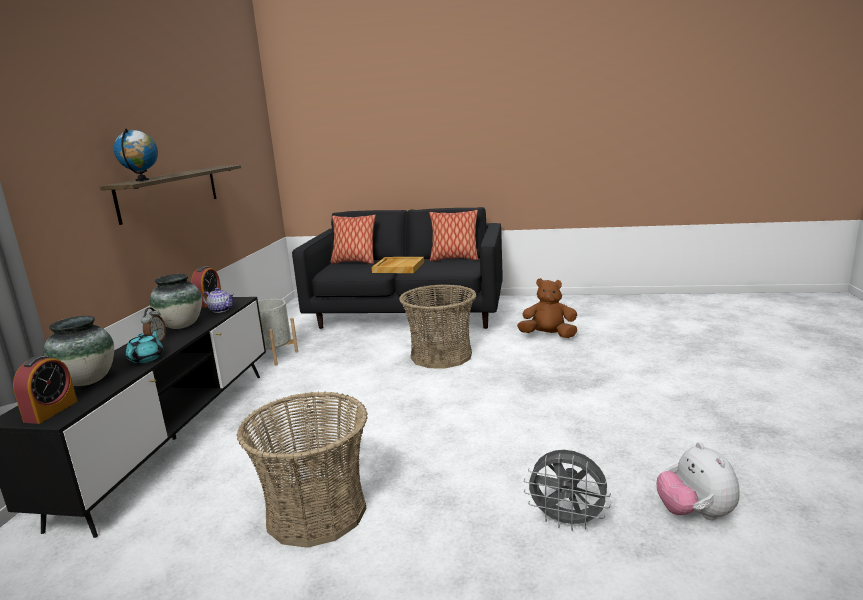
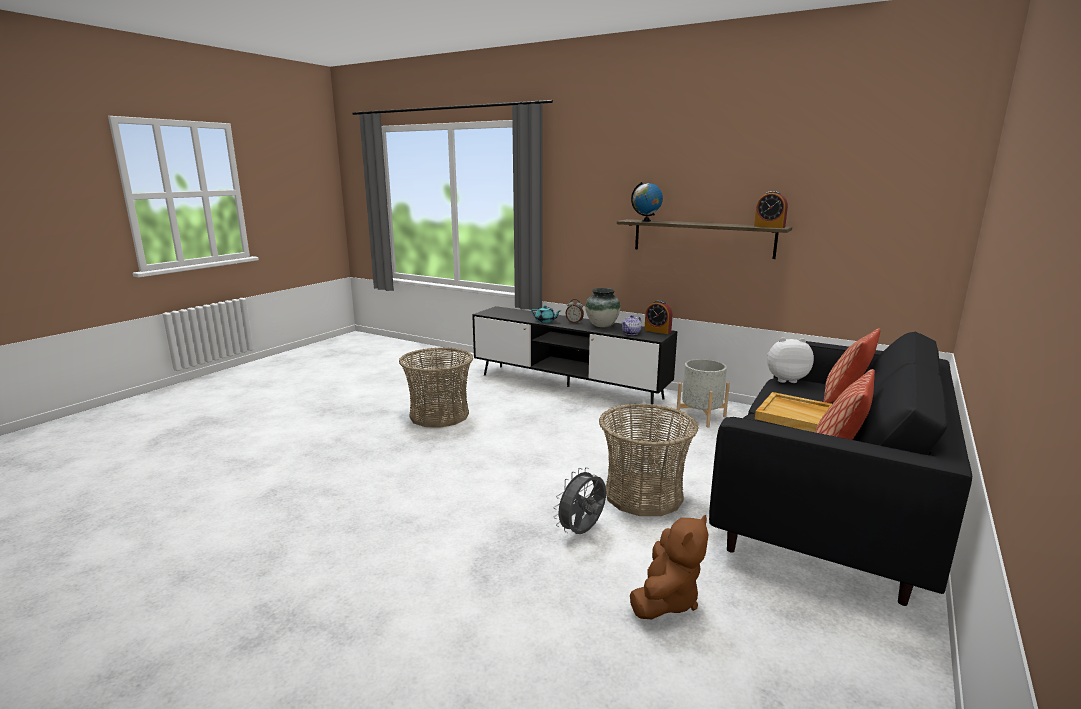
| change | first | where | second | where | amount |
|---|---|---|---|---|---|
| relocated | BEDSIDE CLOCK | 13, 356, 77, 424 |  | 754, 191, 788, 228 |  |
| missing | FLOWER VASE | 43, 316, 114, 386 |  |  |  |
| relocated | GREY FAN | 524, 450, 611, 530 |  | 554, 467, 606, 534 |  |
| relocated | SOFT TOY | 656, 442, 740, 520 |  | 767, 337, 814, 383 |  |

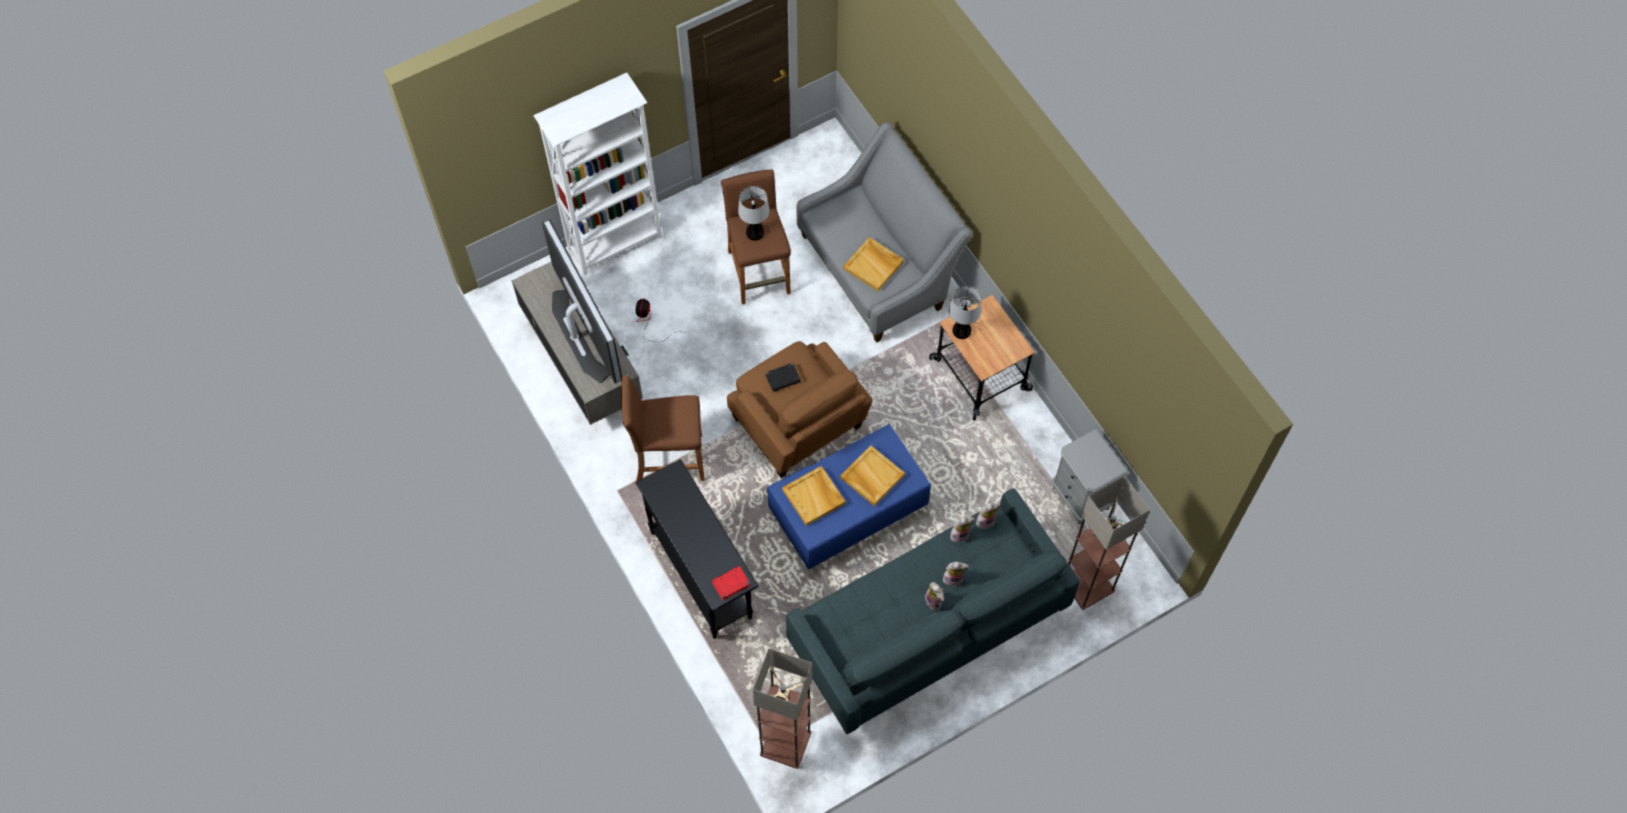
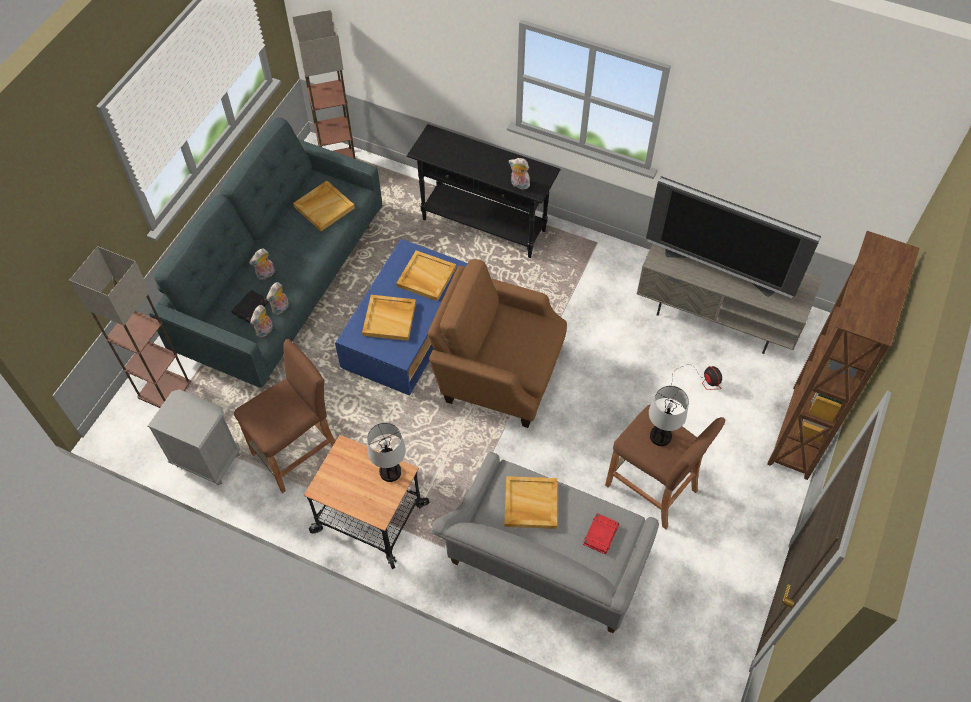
| change | first | where | second | where | amount |
|---|---|---|---|---|---|
| colour | WHITE BOOKSHELF | 533, 73, 662, 275 | BROWNISH BOOKSHELF | 767, 231, 920, 480 |  |
| relocated | BROWNISH SITTING STOOL | 621, 375, 705, 482 |  | 234, 339, 336, 493 |  |
| relocated | REDDISH BOOK | 711, 566, 751, 601 |  | 583, 513, 620, 554 |  |
| relocated | BLACKISH BOOK | 766, 363, 801, 392 |  | 231, 290, 268, 323 |  |
| relocated | SOFT TOY | 925, 582, 944, 610 |  | 509, 158, 530, 189 |  |
| appeared |  |  | BEIGE TRAY | 293, 181, 355, 231 |  |

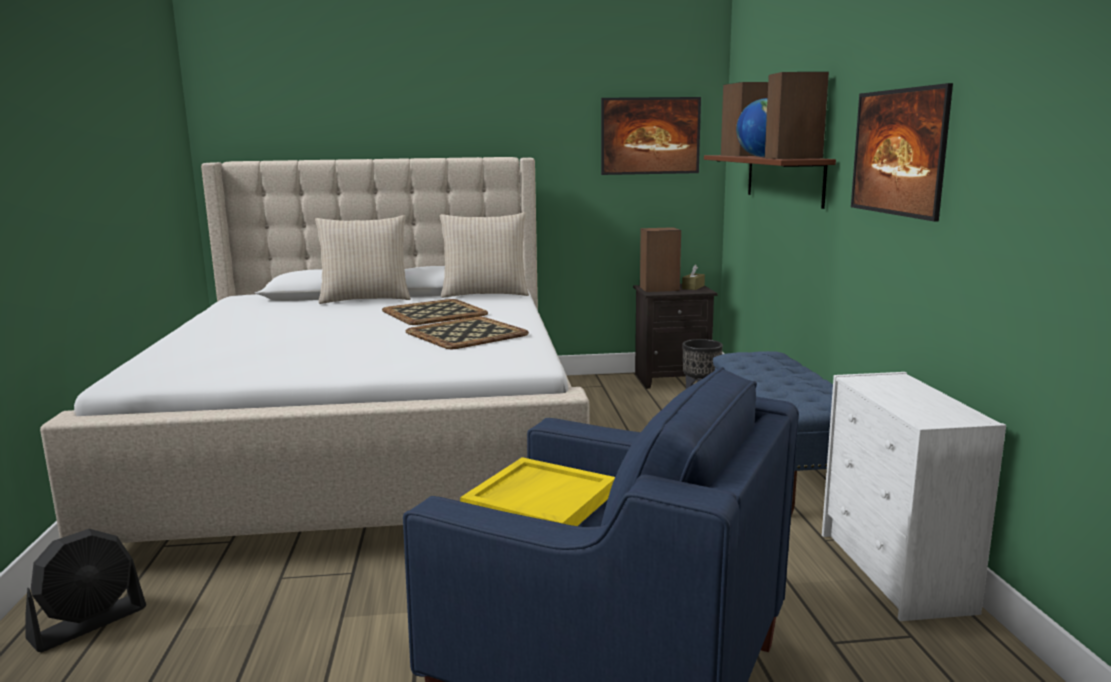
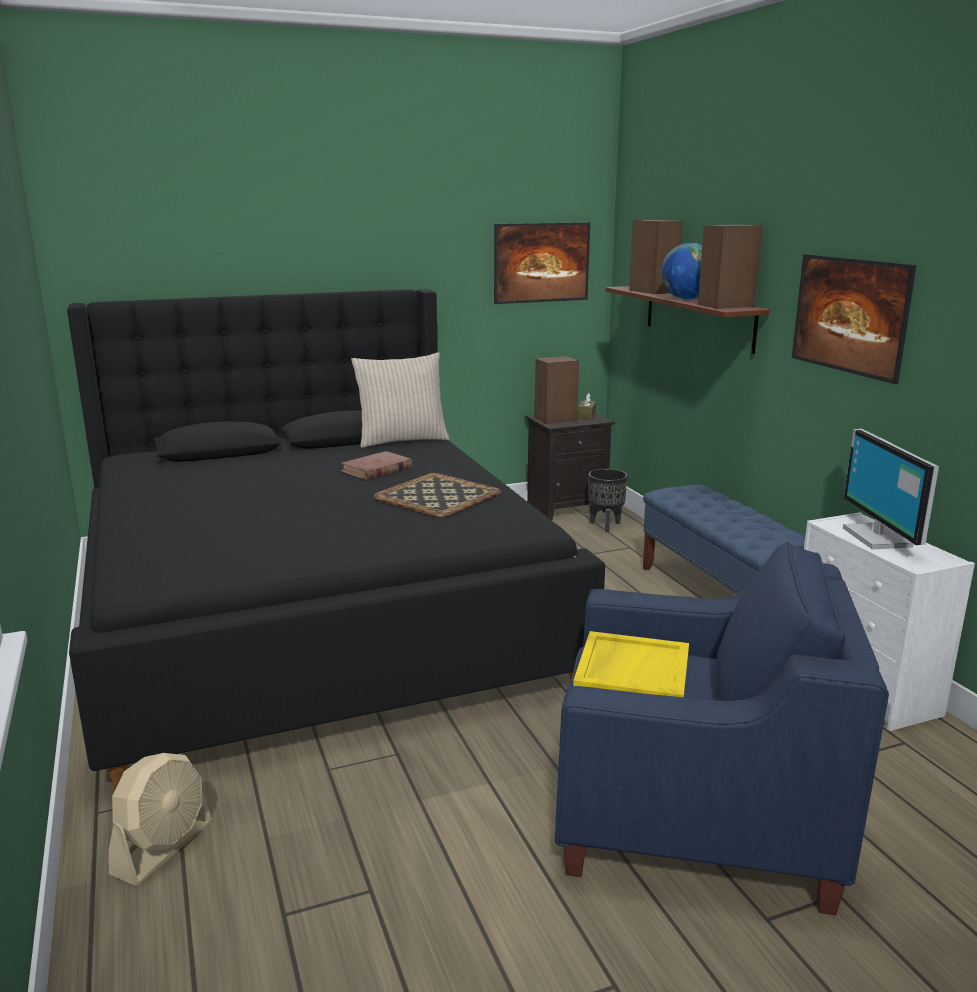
| change | first | where | second | where | amount |
|---|---|---|---|---|---|
| colour | BLACKISH FAN | 25, 529, 146, 652 | BEIGE FAN | 108, 753, 212, 886 |  |
| colour | BEIGE BEDROOM BED | 40, 157, 589, 543 | BLACKISH BEDROOM BED | 67, 289, 605, 789 |  |
| missing | BEIGE THROW PILLOW | 315, 215, 411, 304 |  |  |  |
| exchanged | TRAY | 382, 299, 488, 325 | BROWNISH BOOK | 341, 451, 412, 480 |  |
| appeared |  |  | COMPUTER SCREEN | 843, 429, 939, 549 |  |

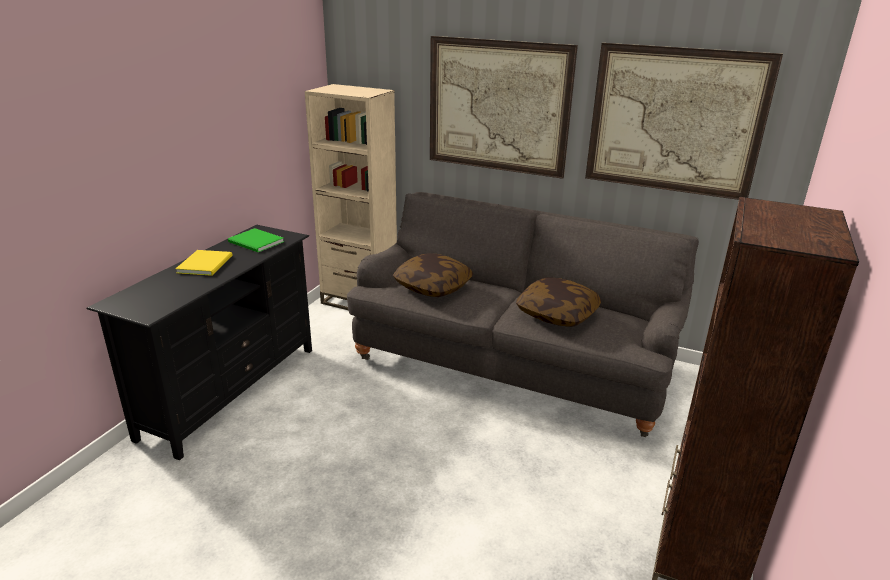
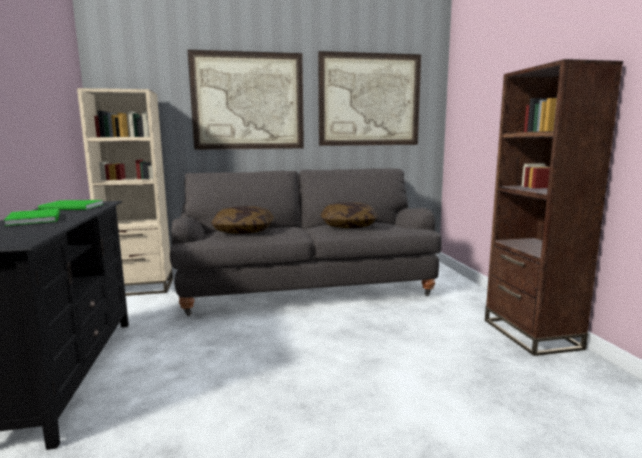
| change | first | where | second | where | amount |
|---|---|---|---|---|---|
| colour | YELLOW BOOK | 176, 250, 233, 276 | GREEN BOOK | 4, 209, 60, 226 |  |

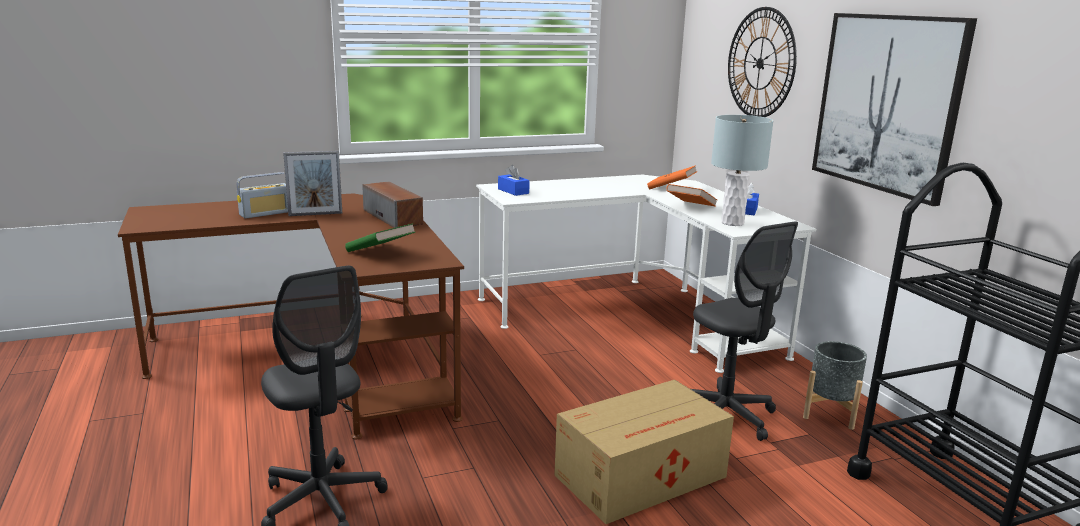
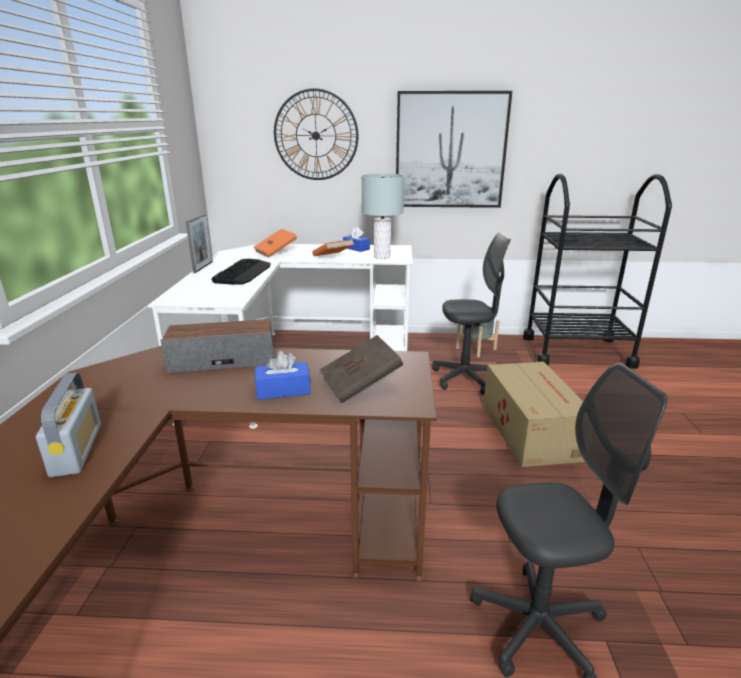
| change | first | where | second | where | amount |
|---|---|---|---|---|---|
| relocated | PHOTO FRAME | 283, 151, 342, 216 |  | 186, 213, 213, 273 |  |
| colour | GREEN BOOK | 345, 223, 415, 252 | BROWNISH BOOK | 320, 335, 403, 403 |  |
| relocated | BLUISH TISSUE HOLDER | 498, 165, 530, 196 |  | 255, 351, 311, 400 |  |
| appeared |  |  | KEYBOARD | 212, 258, 271, 285 |  |

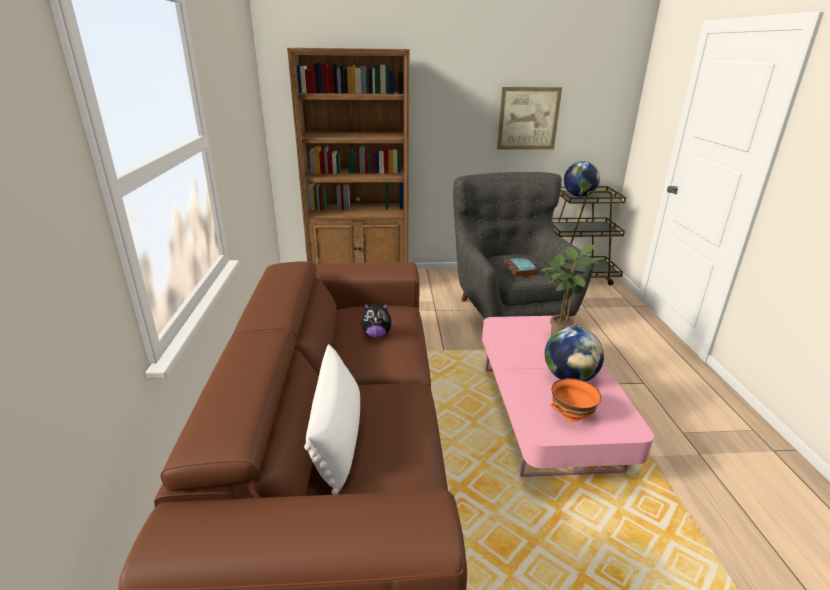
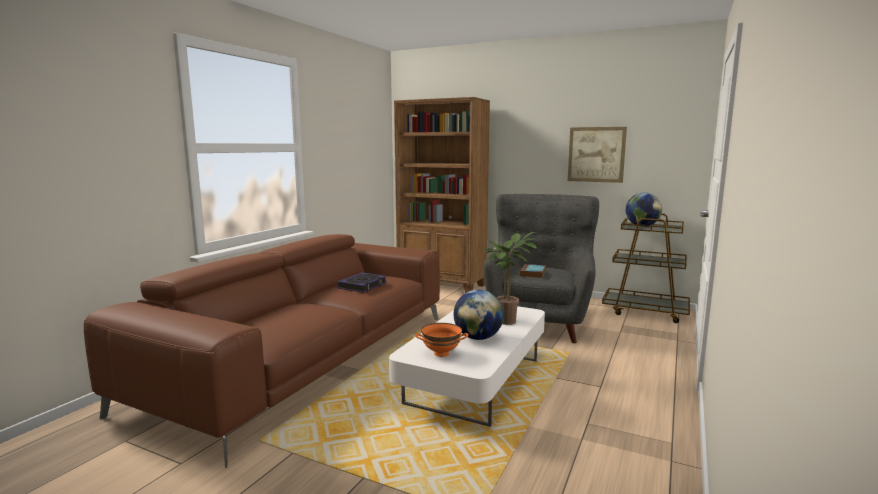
| change | first | where | second | where | amount |
|---|---|---|---|---|---|
| missing | WHITE THROW PILLOW | 304, 344, 360, 495 |  |  |  |
| exchanged | SOFT TOY | 361, 303, 394, 338 | BOOK | 337, 272, 387, 293 |  |
| colour | PINK COFFEE TABLE | 482, 316, 654, 477 | WHITE COFFEE TABLE | 389, 306, 545, 427 |  |

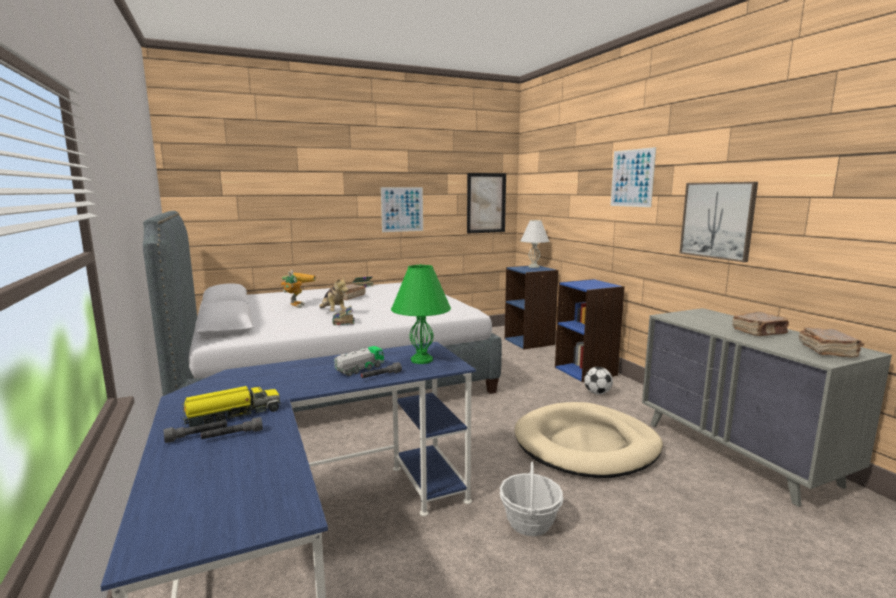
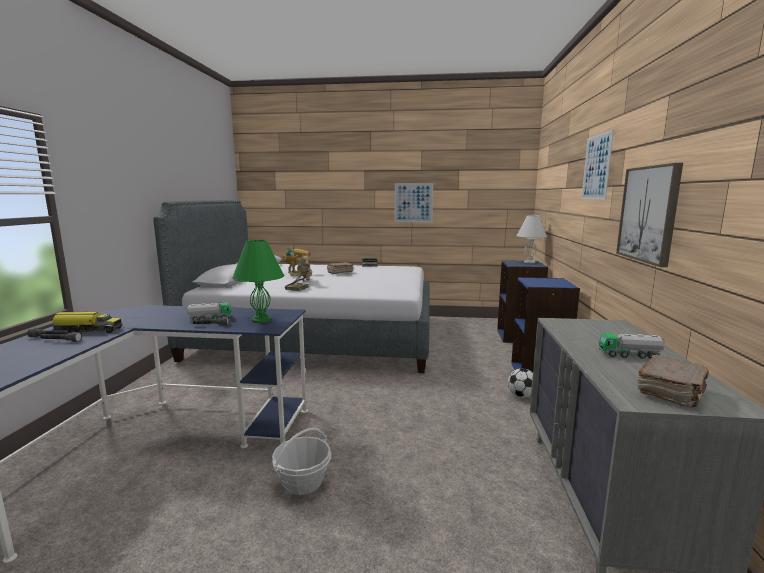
| change | first | where | second | where | amount |
|---|---|---|---|---|---|
| missing | PICTURE | 467, 173, 506, 234 |  |  |  |
| missing | BEIGE PET BED | 515, 402, 663, 478 |  |  |  |
| exchanged | BROWNISH BOOK | 733, 312, 789, 336 | TOY TRUCK | 599, 333, 665, 359 |  |

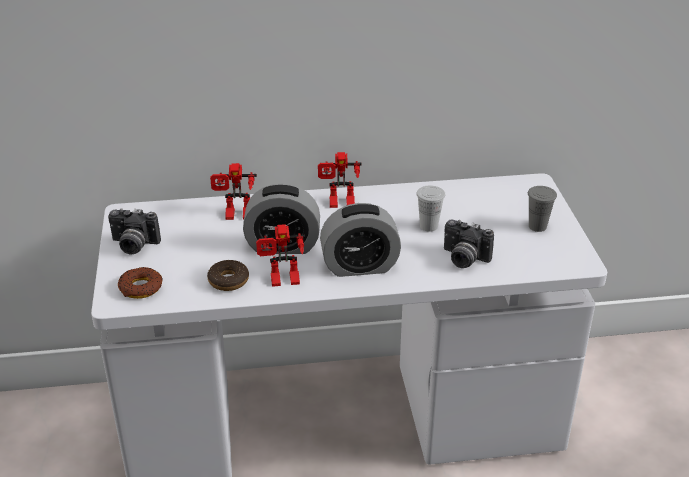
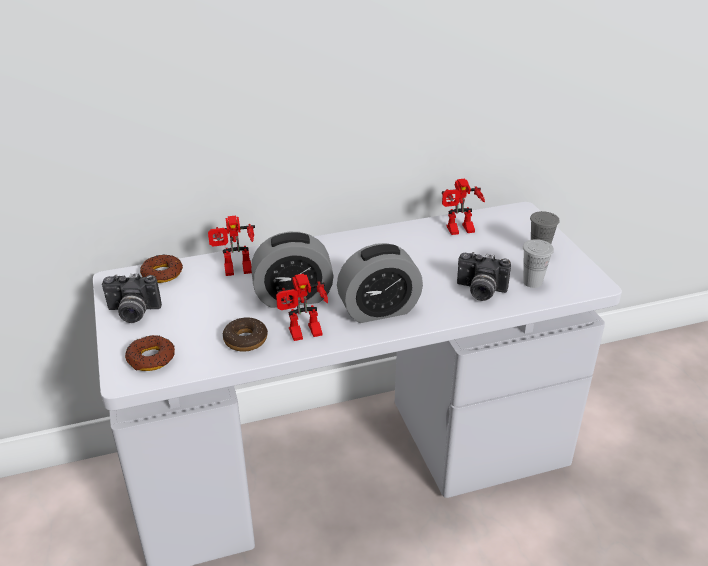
| change | first | where | second | where | amount |
|---|---|---|---|---|---|
| relocated | ROBOT FIGURE | 318, 152, 362, 208 |  | 442, 179, 485, 235 |  |
| relocated | WHITE CUP | 416, 185, 445, 232 |  | 523, 239, 554, 288 |  |
| appeared |  |  | DONUT | 140, 255, 183, 283 |  |

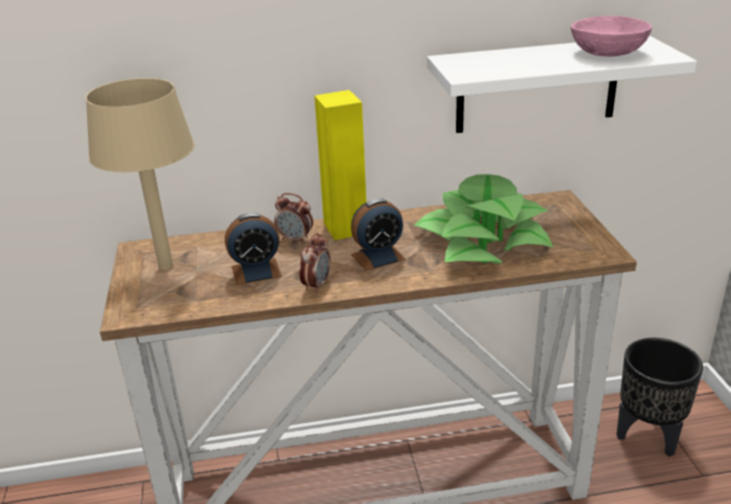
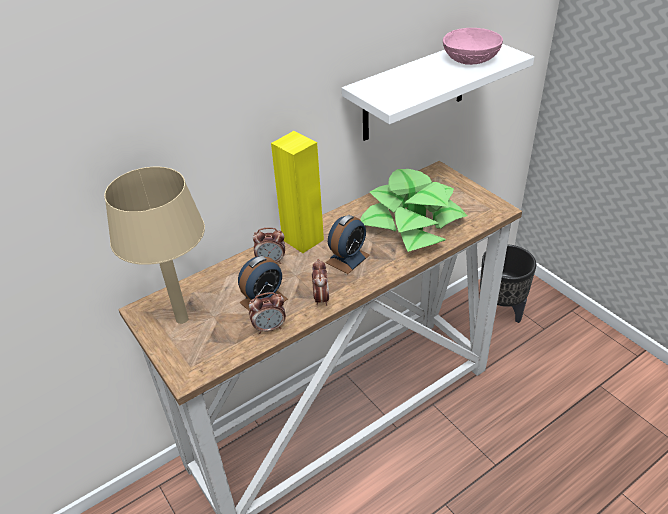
| change | first | where | second | where | amount |
|---|---|---|---|---|---|
| appeared |  |  | BEDSIDE CLOCK | 249, 292, 286, 334 |  |

